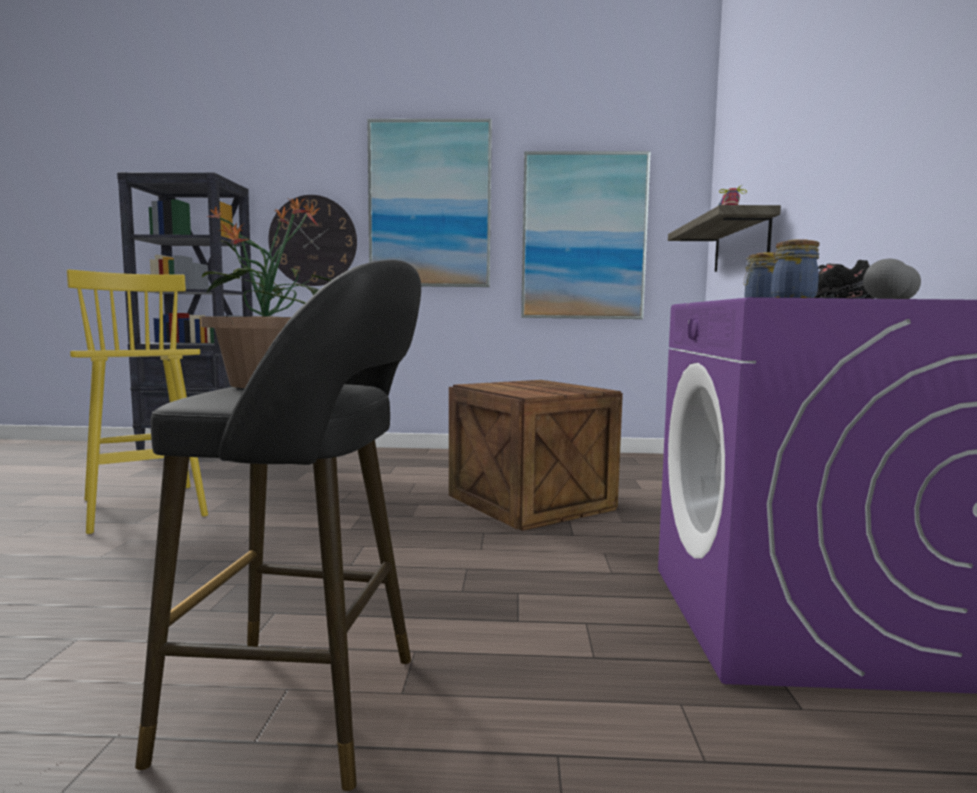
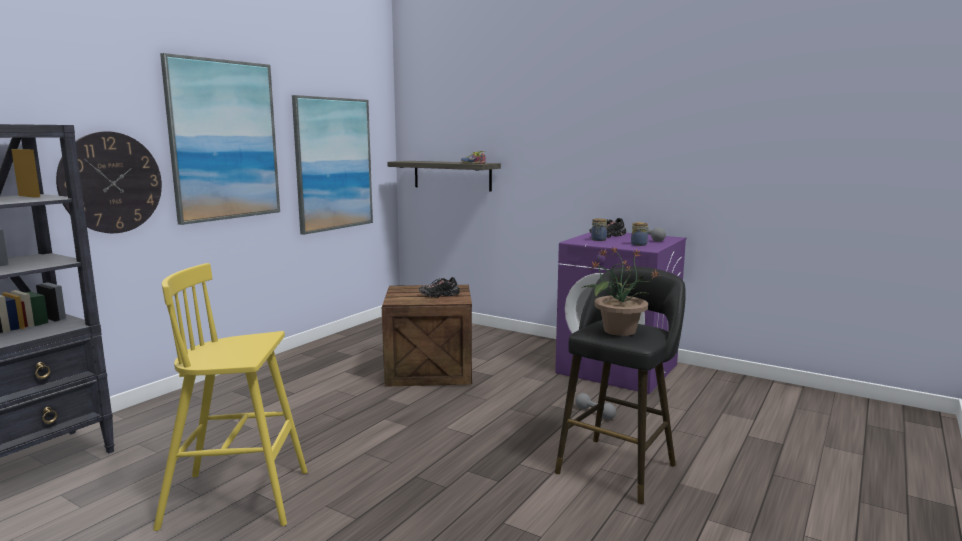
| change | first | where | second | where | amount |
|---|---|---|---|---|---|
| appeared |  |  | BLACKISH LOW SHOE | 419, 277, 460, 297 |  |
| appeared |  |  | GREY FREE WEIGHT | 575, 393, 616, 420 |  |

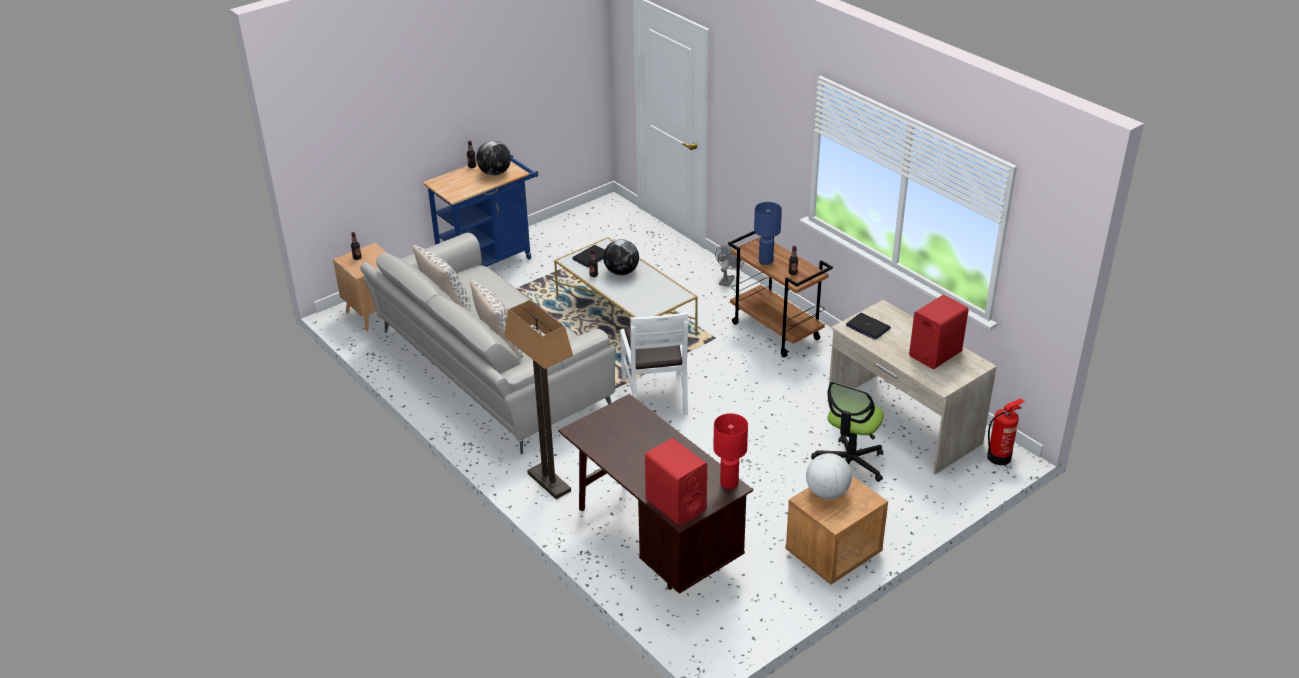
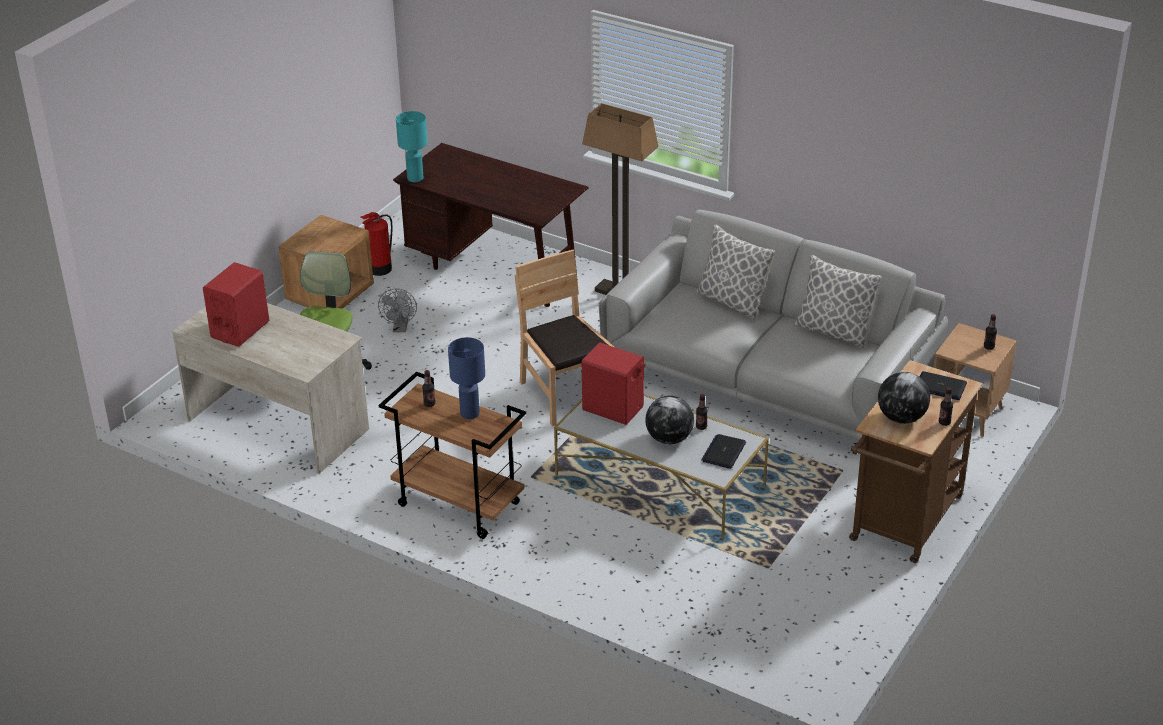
| change | first | where | second | where | amount |
|---|---|---|---|---|---|
| colour | BLUISH WHEELED CART | 423, 155, 538, 267 | BROWNISH WHEELED CART | 849, 360, 982, 563 |  |
| colour | WHITE PLAIN CHAIR | 620, 312, 688, 415 | BROWNISH PLAIN CHAIR | 515, 250, 614, 426 |  |
| relocated | REDDISH SPEAKER | 645, 438, 707, 526 |  | 582, 343, 645, 425 |  |
| colour | REDDISH LAMP FOR A TABLE | 713, 413, 748, 489 | BLUE-GREEN LAMP FOR A TABLE | 396, 111, 428, 182 |  |
| relocated | GREY FAN | 715, 246, 744, 287 |  | 378, 288, 417, 332 |  |
| missing | DESK GLOBE | 806, 453, 852, 499 |  |  |  |
| relocated | PORTABLE COMPUTER | 846, 313, 891, 340 |  | 920, 371, 967, 400 |  |
| relocated | EXTINGUISHER | 987, 399, 1025, 465 |  | 360, 212, 393, 276 |  |

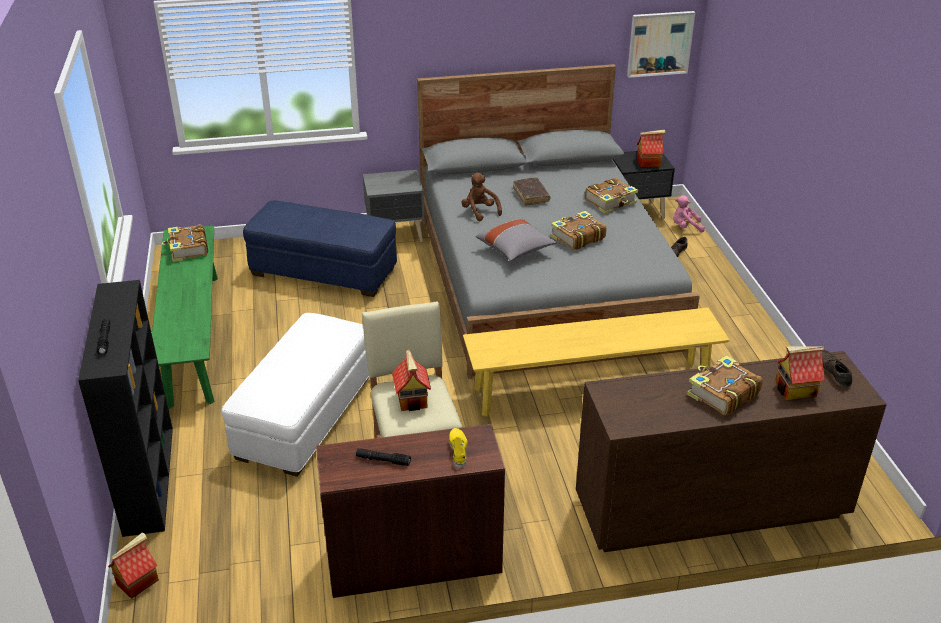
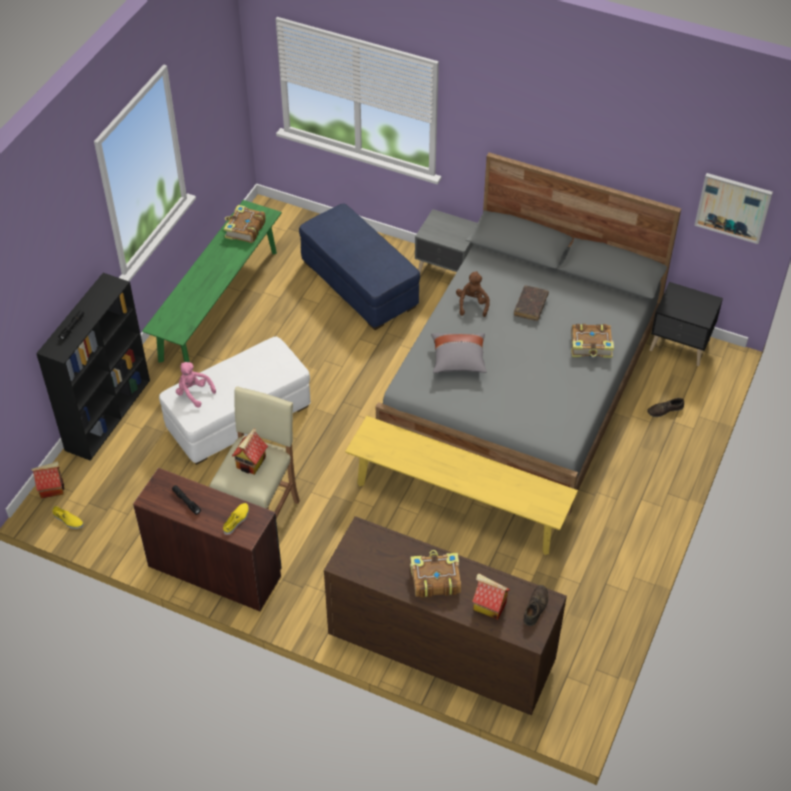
| change | first | where | second | where | amount |
|---|---|---|---|---|---|
| missing | BOOK | 550, 211, 607, 250 |  |  |  |
| missing | TOY HOUSE | 637, 130, 665, 168 |  |  |  |
| relocated | PINK SOFT TOY | 673, 195, 705, 233 |  | 176, 362, 216, 407 |  |
| appeared |  |  | YELLOW LOW SHOE | 53, 506, 84, 529 |  |

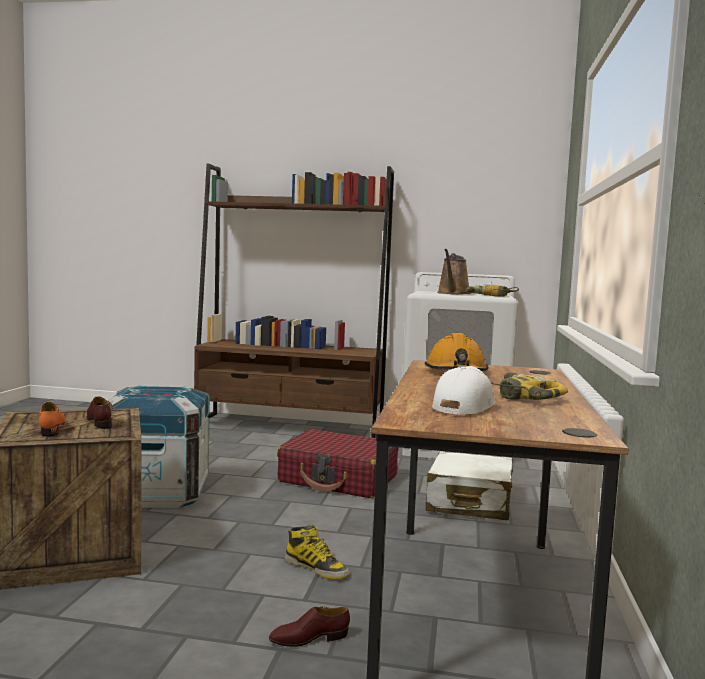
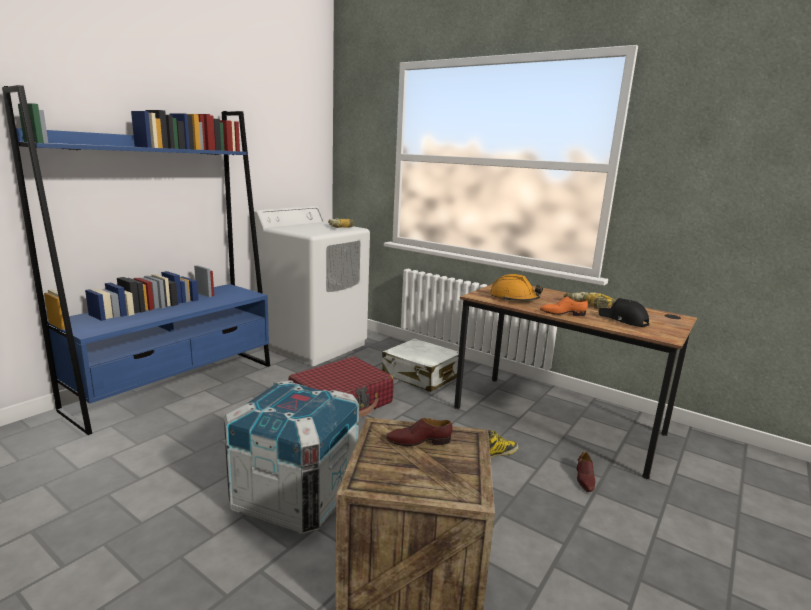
| change | first | where | second | where | amount |
|---|---|---|---|---|---|
| relocated | ORANGEY LOW SHOE | 39, 402, 65, 437 |  | 540, 296, 588, 316 |  |
| colour | BROWNISH BOOKSHELF | 194, 164, 394, 438 | BLUISH BOOKSHELF | 2, 85, 270, 435 |  |
| colour | WHITE BASEBALL CAP | 432, 366, 495, 415 | BLACKISH BASEBALL CAP | 599, 298, 649, 327 |  |
| missing | BROWNISH SPRINKLING CAN | 437, 249, 471, 294 |  |  |  |

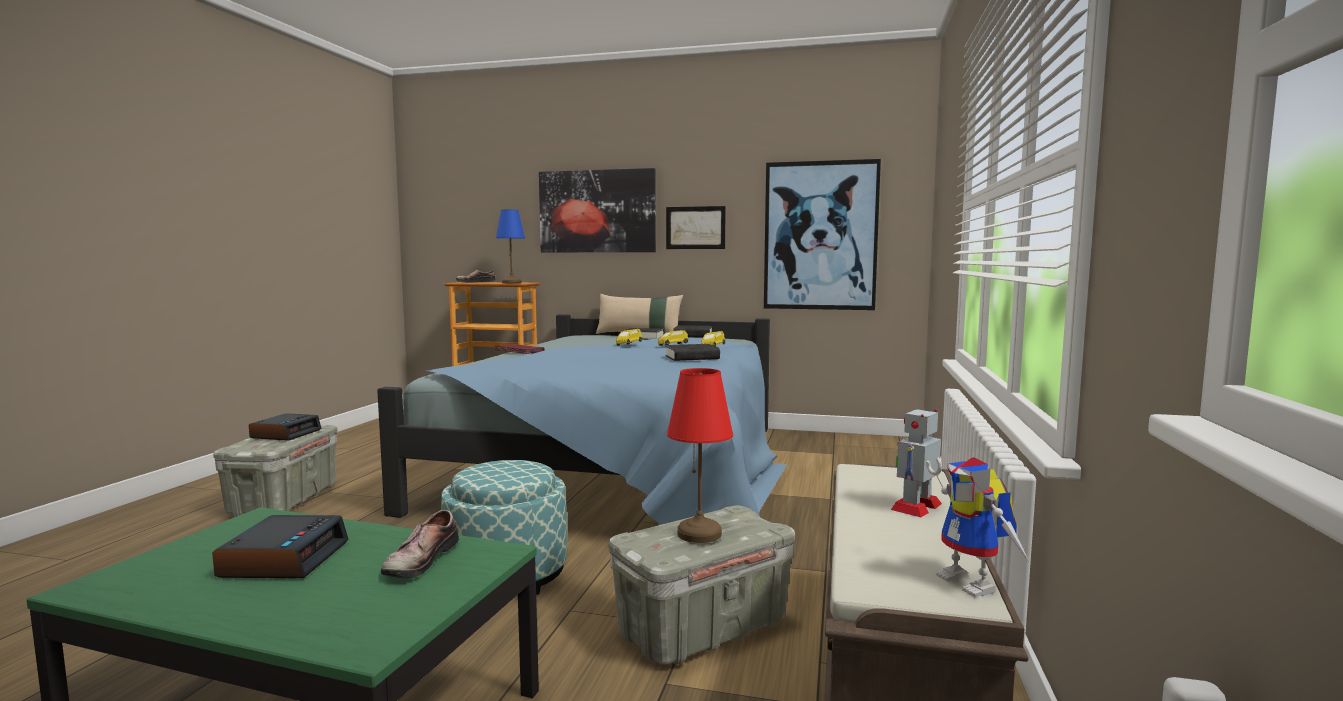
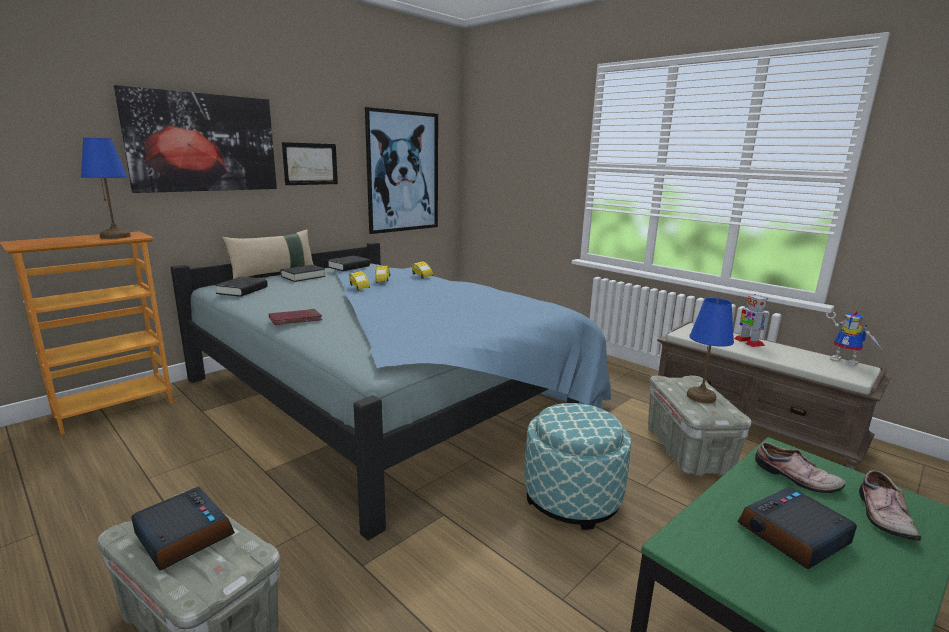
| change | first | where | second | where | amount |
|---|---|---|---|---|---|
| spun | BEDSIDE CLOCK | 212, 515, 348, 578 |  | 738, 487, 857, 569 | 60 degrees counterclockwise |
| relocated | LOW SHOE | 456, 270, 495, 283 |  | 859, 470, 921, 541 |  |
| relocated | BLACKISH BOOK | 665, 344, 720, 361 |  | 215, 276, 268, 297 |  |
| colour | REDDISH LAMP FOR A TABLE | 667, 368, 733, 543 | BLUISH LAMP FOR A TABLE | 687, 298, 734, 403 |  |
| spun | ROBOT FIGURE | 926, 457, 1030, 597 |  | 826, 312, 883, 366 | 45 degrees clockwise |

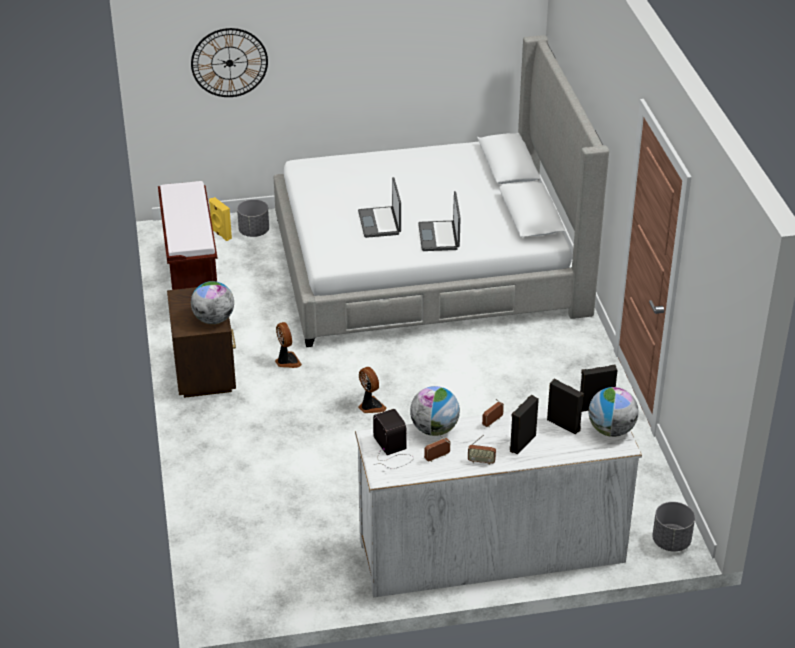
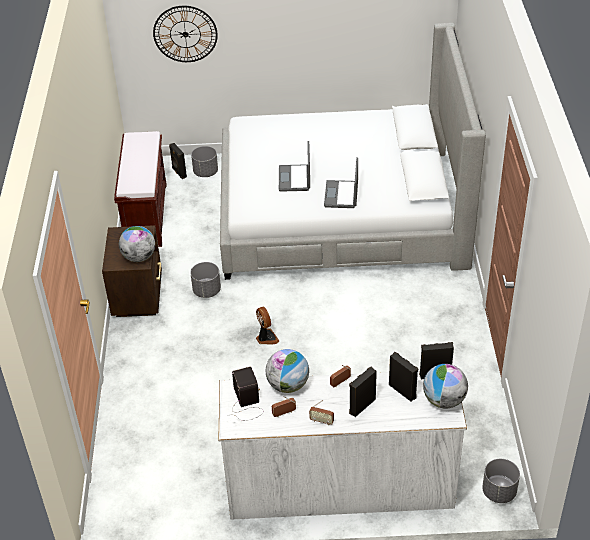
| change | first | where | second | where | amount |
|---|---|---|---|---|---|
| colour | YELLOW SPEAKER | 209, 197, 232, 241 | BLACKISH SPEAKER | 169, 143, 187, 179 |  |
| exchanged | FAN | 275, 322, 302, 368 | GREY FLOWER POT | 190, 262, 221, 298 |  |

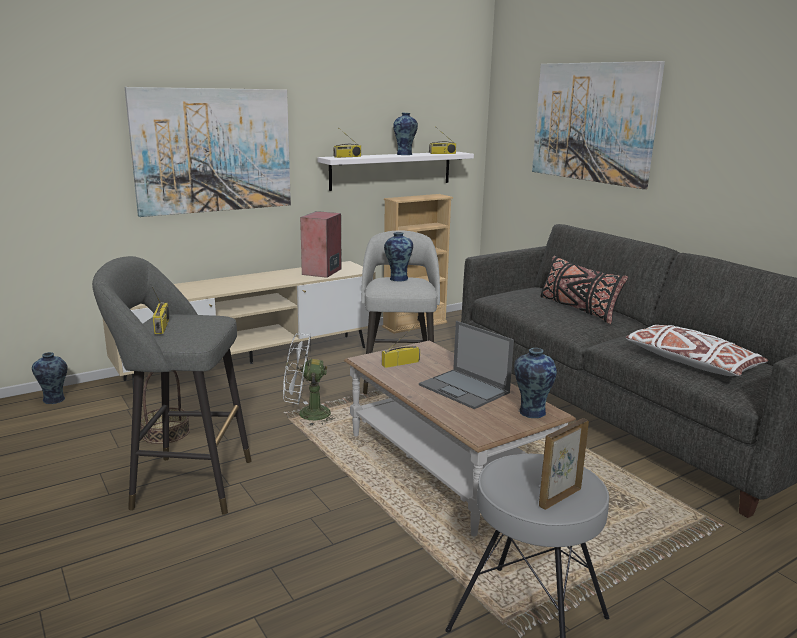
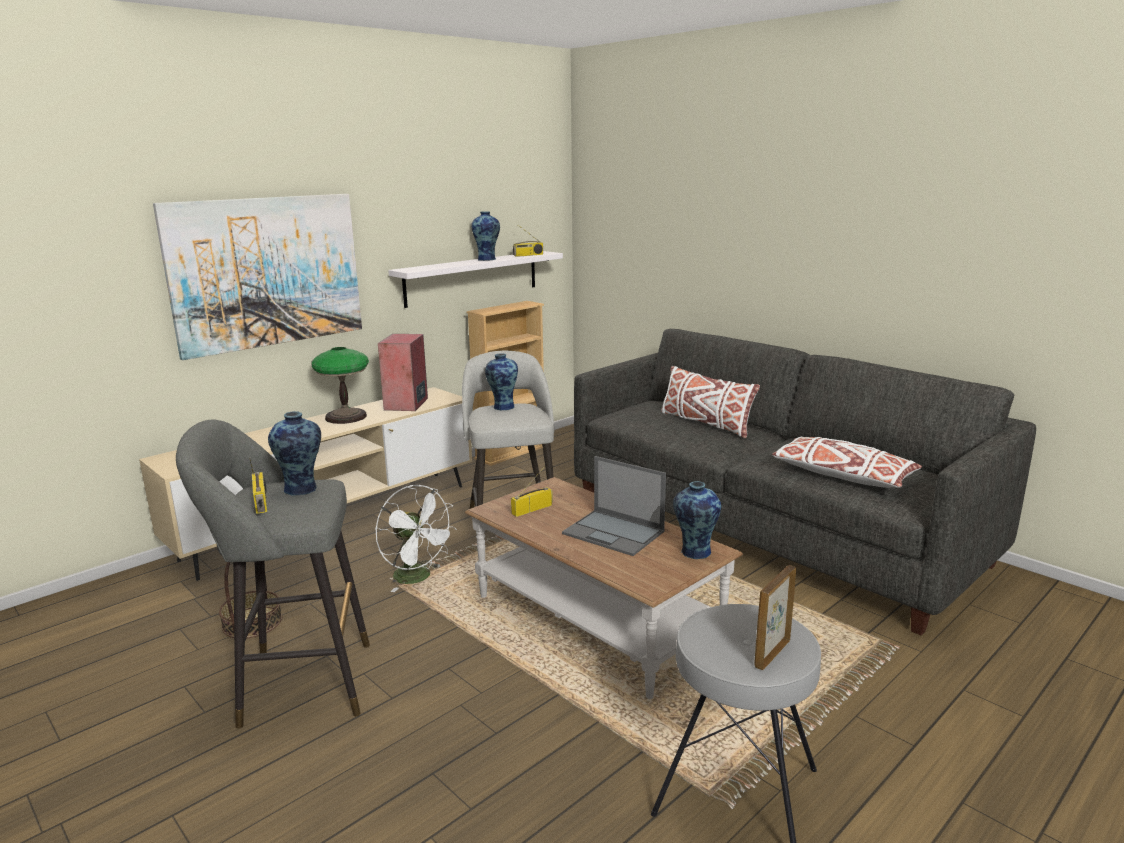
| change | first | where | second | where | amount |
|---|---|---|---|---|---|
| relocated | FLOWER VASE | 32, 352, 68, 404 |  | 268, 411, 321, 496 |  |
| spun | WHITE FAN | 283, 333, 336, 426 |  | 376, 485, 457, 592 | 120 degrees counterclockwise |
| missing | RADIO | 333, 130, 361, 158 |  |  |  |
| missing | PICTURE | 532, 61, 665, 189 |  |  |  |
| colour | BLACKISH THROW PILLOW | 540, 256, 628, 324 | WHITE THROW PILLOW | 661, 366, 760, 438 |  |
| appeared |  |  | LAMP FOR A TABLE | 312, 347, 369, 424 |  |

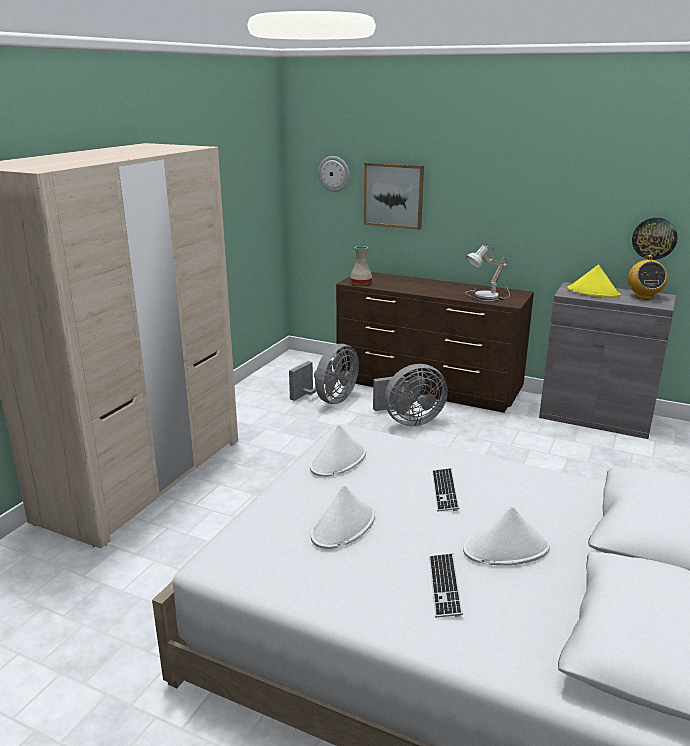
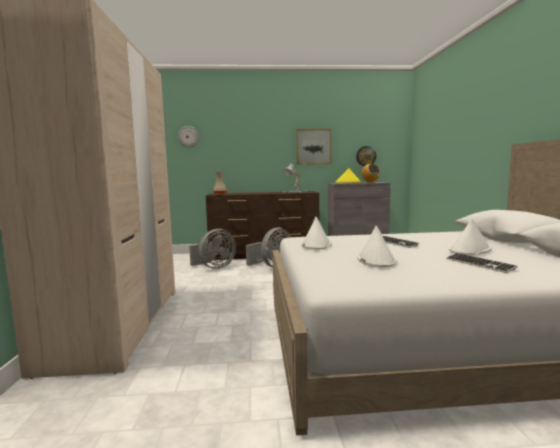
| change | first | where | second | where | amount |
|---|---|---|---|---|---|
| spun | GREY FAN | 289, 344, 359, 404 |  | 189, 229, 236, 269 | 45 degrees clockwise |
| relocated | PICTURE | 364, 163, 424, 230 |  | 296, 129, 331, 165 |  |

